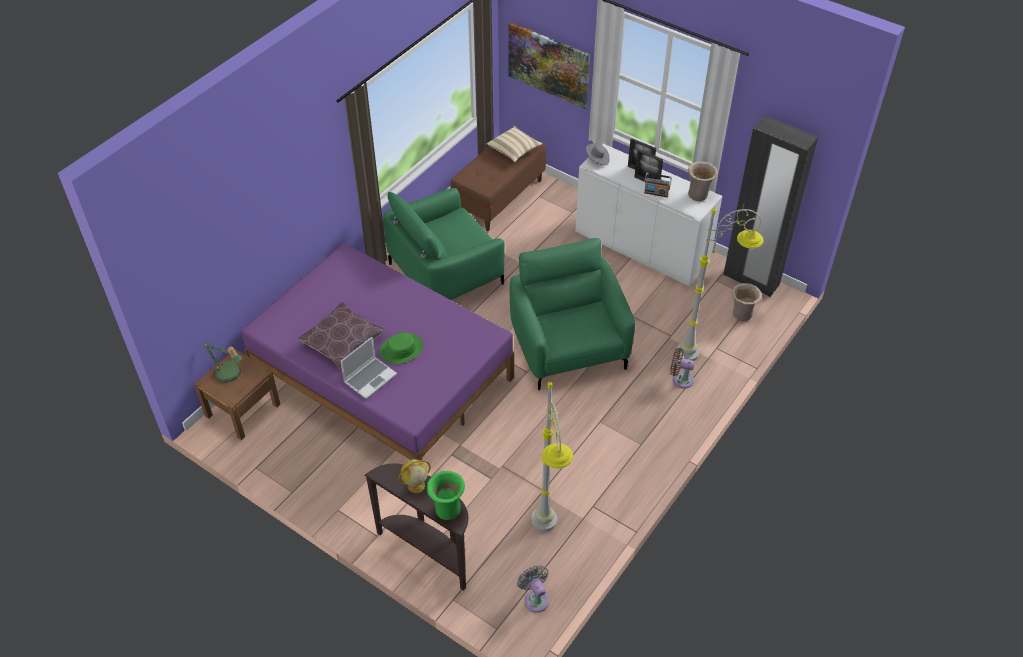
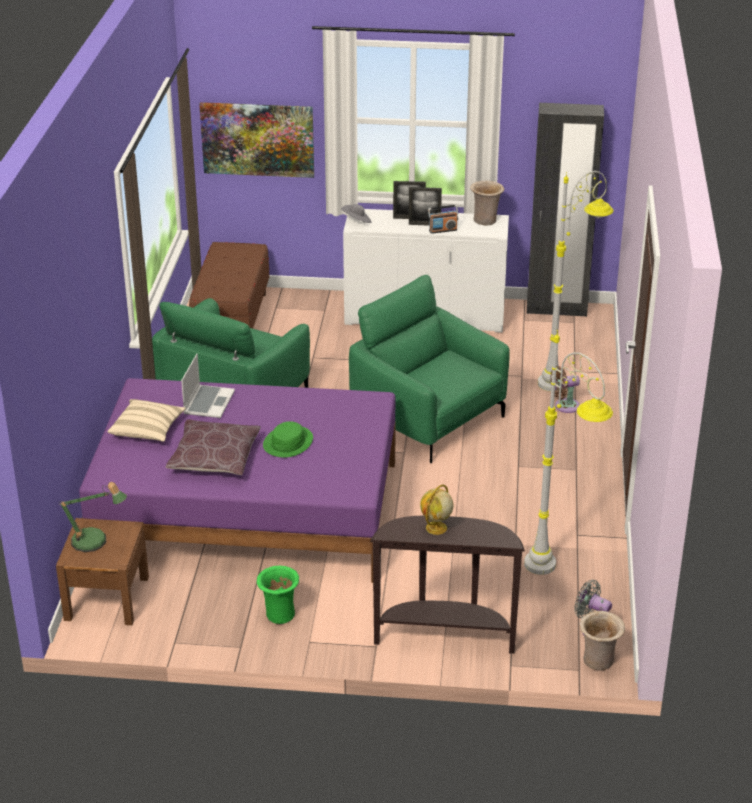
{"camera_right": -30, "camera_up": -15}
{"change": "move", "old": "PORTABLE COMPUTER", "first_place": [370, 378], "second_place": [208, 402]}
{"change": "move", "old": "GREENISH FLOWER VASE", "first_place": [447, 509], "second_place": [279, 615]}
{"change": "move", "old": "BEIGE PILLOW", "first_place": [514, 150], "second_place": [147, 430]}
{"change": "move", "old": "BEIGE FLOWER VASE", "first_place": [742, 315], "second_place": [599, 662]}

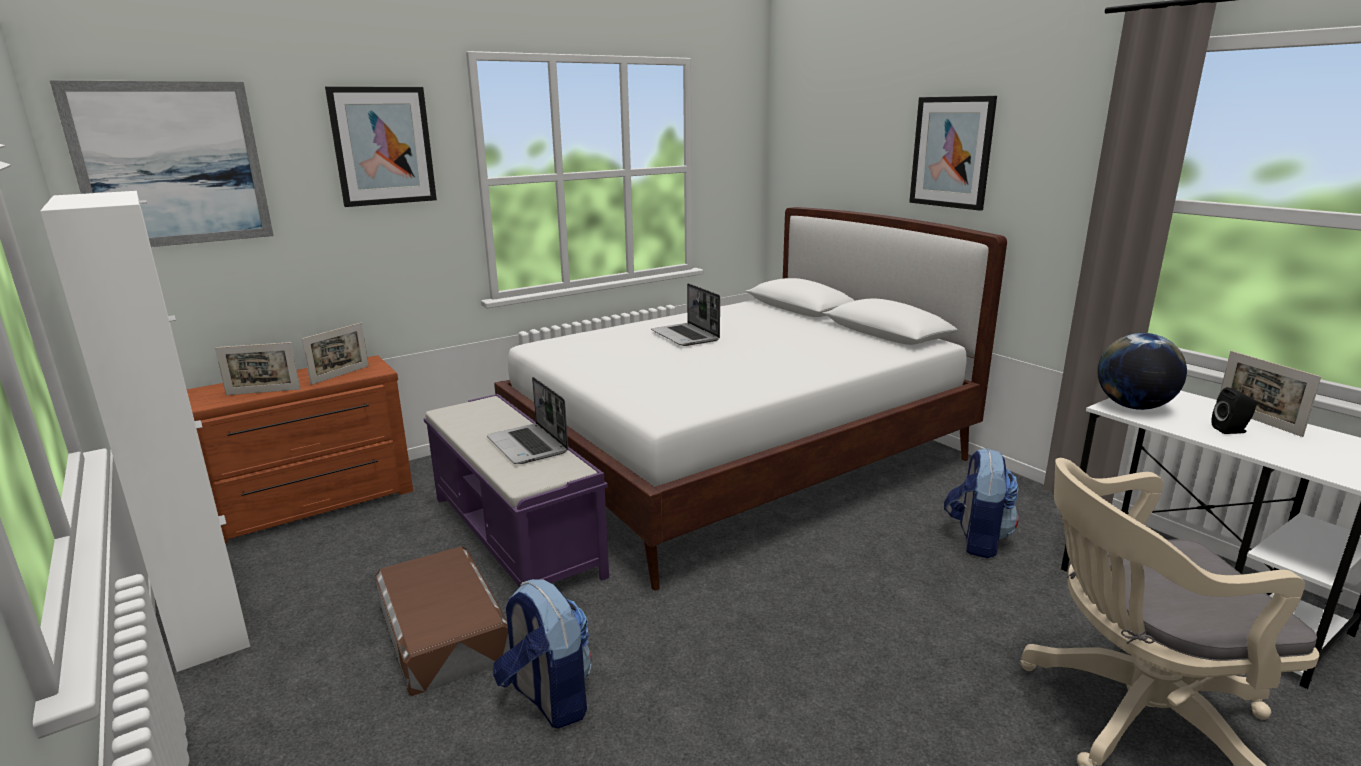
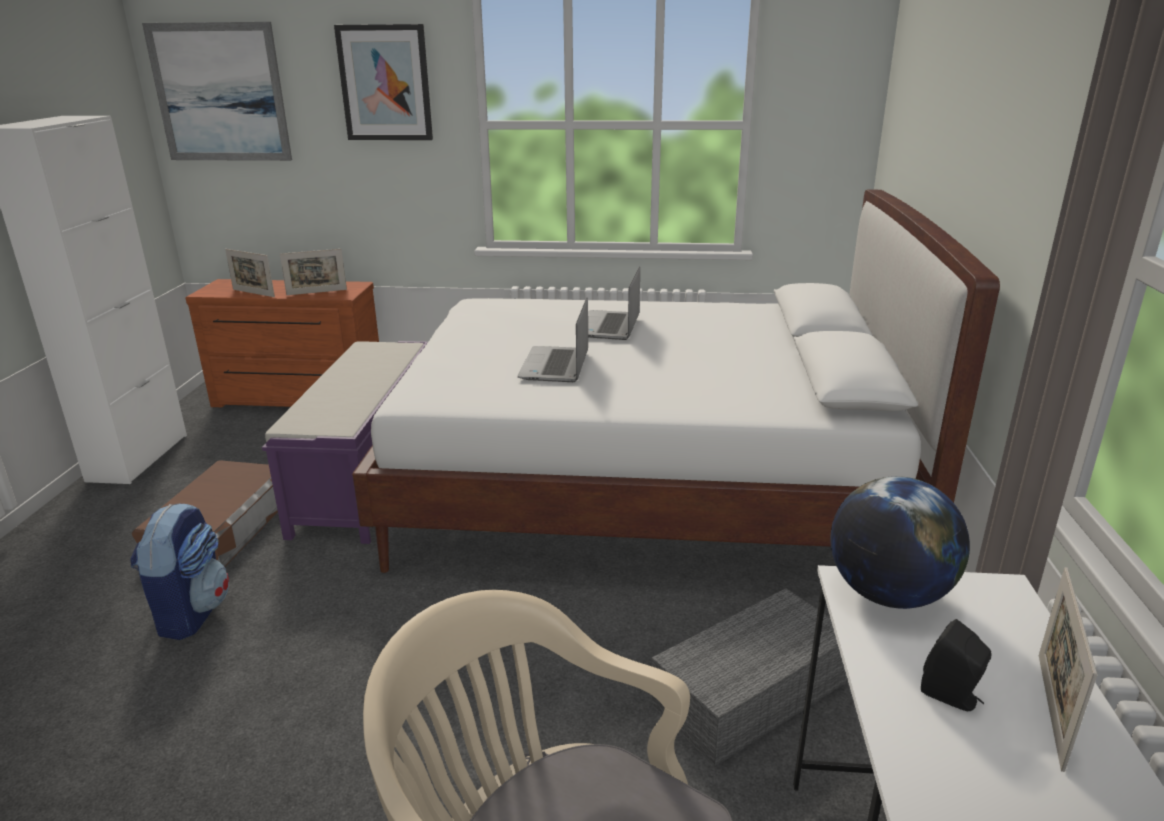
{"camera_right": 40, "camera_up": 5}
{"change": "move", "old": "PORTABLE COMPUTER", "first_place": [529, 446], "second_place": [556, 366]}
{"change": "delete", "old": "PICTURE", "first_place": [952, 152]}
{"change": "replace", "old": "RUCKSACK", "new": "GREY STORAGE CONTAINER", "first_place": [976, 539], "second_place": [751, 691]}

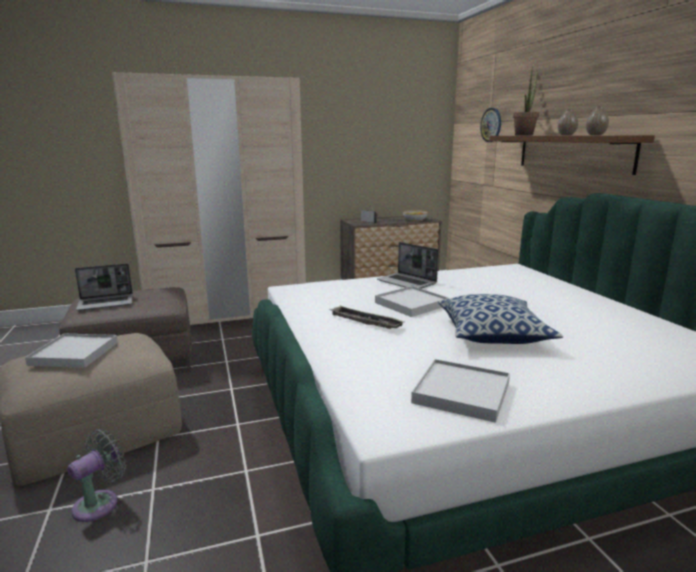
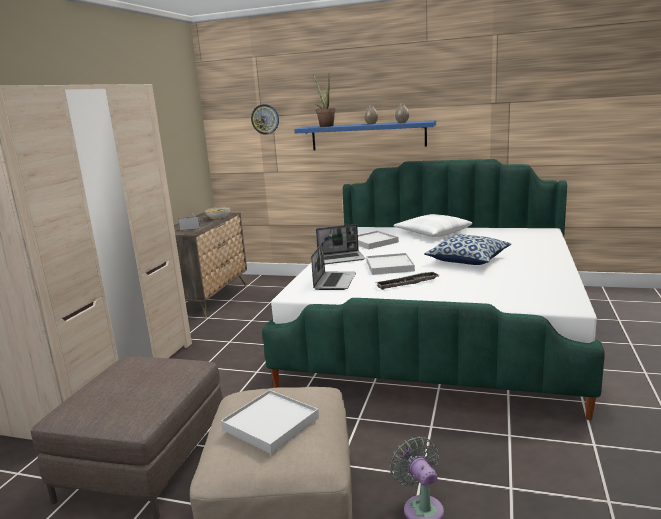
{"camera_right": -55, "camera_up": 0}
{"change": "move", "old": "PORTABLE COMPUTER", "first_place": [106, 303], "second_place": [334, 281]}
{"change": "move", "old": "WHITE TRAY", "first_place": [462, 393], "second_place": [373, 242]}
{"change": "recolor", "old": "BROWNISH WALL SHELF", "new": "BLUE WALL SHELF", "first_place": [572, 152], "second_place": [368, 136]}
{"change": "insert", "new": "WHITE PILLOW", "second_place": [432, 233]}

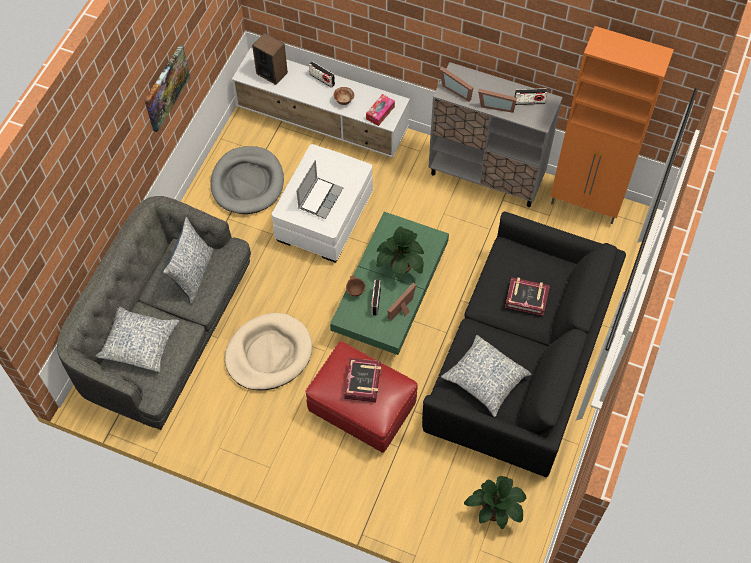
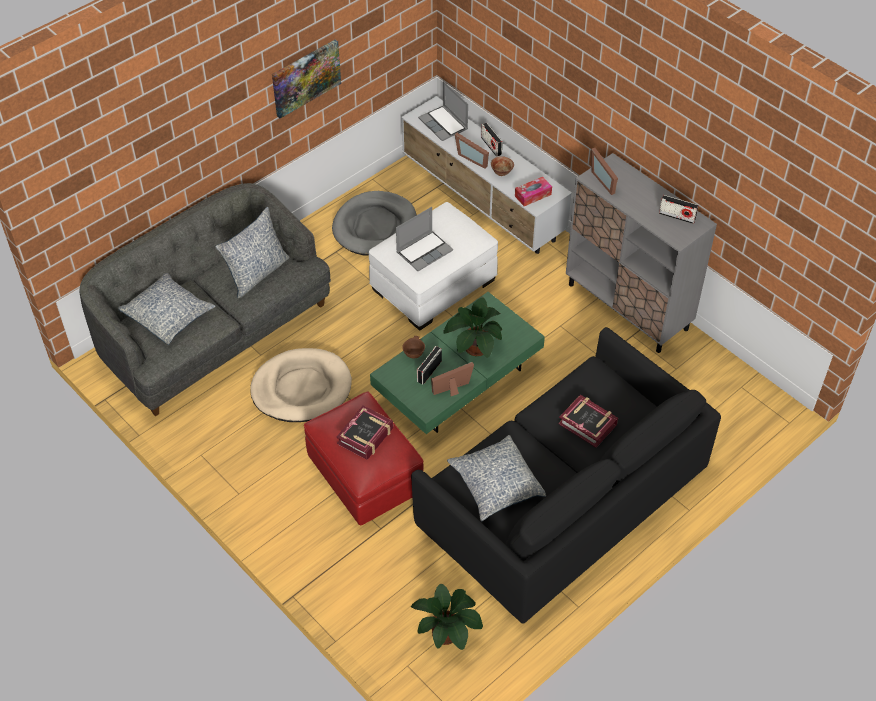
{"camera_right": 25, "camera_up": -10}
{"change": "replace", "old": "AUDIO SPEAKER", "new": "PORTABLE COMPUTER", "first_place": [272, 73], "second_place": [444, 124]}
{"change": "move", "old": "PICTURE FRAME", "first_place": [496, 105], "second_place": [473, 157]}
{"change": "delete", "old": "ORANGEY CUPBOARD", "first_place": [586, 204]}

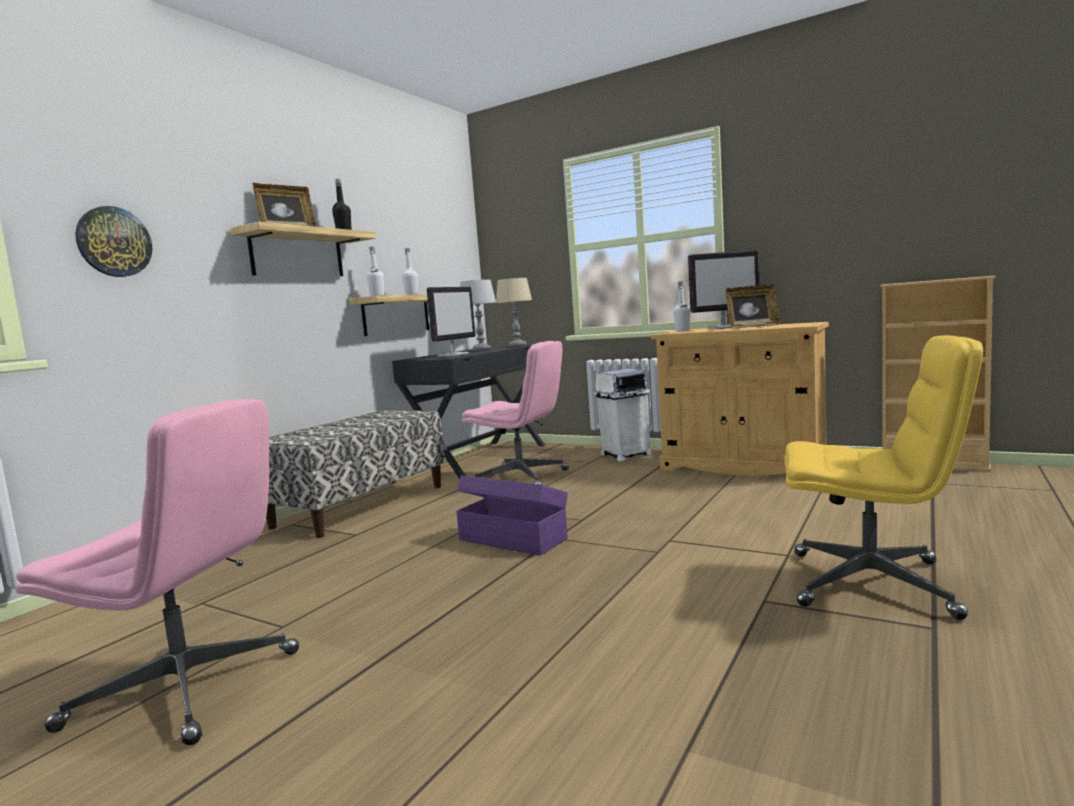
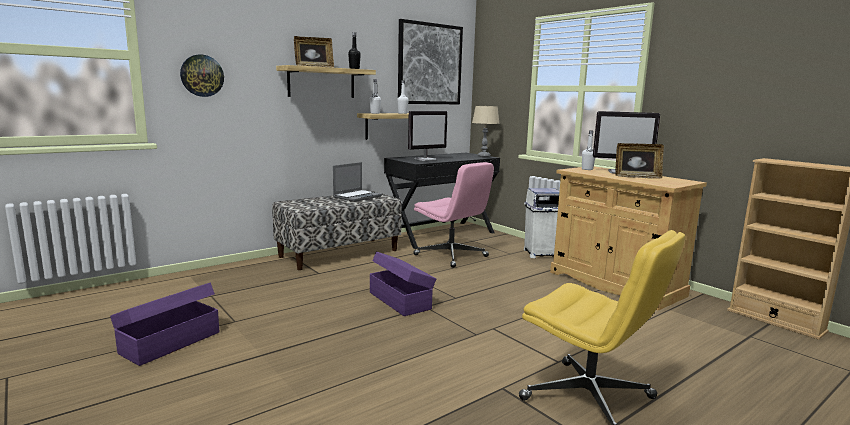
{"camera_right": 20, "camera_up": 5}
{"change": "replace", "old": "PINKISH DESK CHAIR", "new": "PURPLISH STORAGE CONTAINER", "first_place": [187, 689], "second_place": [169, 342]}
{"change": "delete", "old": "GREY LAMP FOR A TABLE", "first_place": [481, 350]}
{"change": "insert", "new": "PORTABLE COMPUTER", "second_place": [357, 196]}
{"change": "insert", "new": "PICTURE", "second_place": [430, 64]}

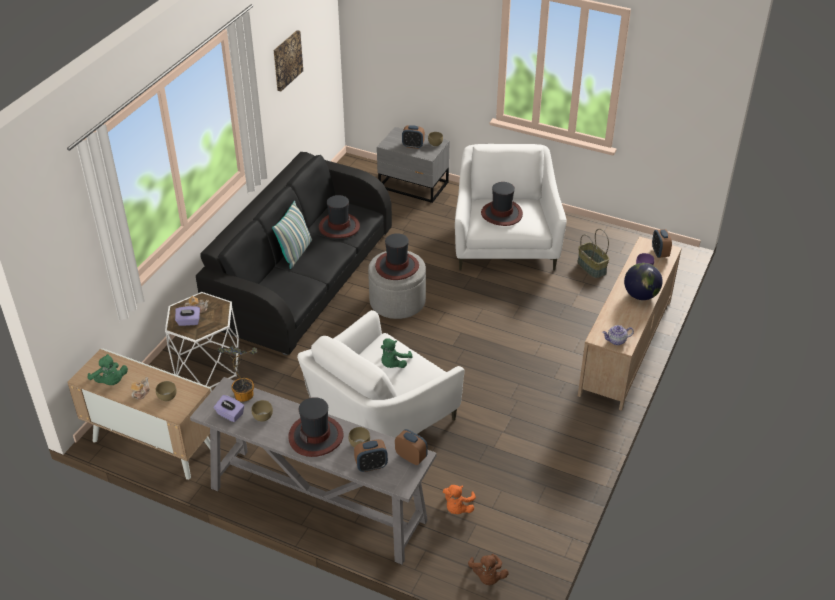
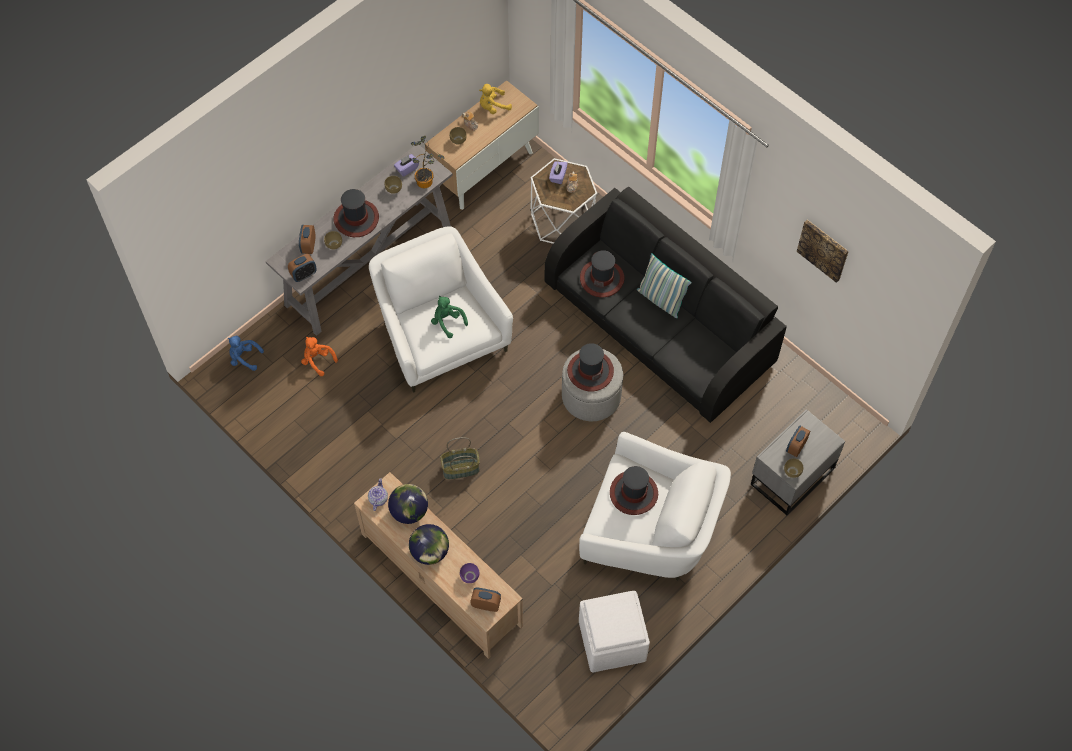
{"camera_right": 110, "camera_up": 20}
{"change": "recolor", "old": "GREENISH CUDDLY TOY", "new": "YELLOW-COLOURED CUDDLY TOY", "first_place": [110, 382], "second_place": [493, 107]}
{"change": "move", "old": "CLOTHING HAT", "first_place": [339, 227], "second_place": [602, 278]}
{"change": "recolor", "old": "BROWNISH CUDDLY TOY", "new": "BLUE CUDDLY TOY", "first_place": [487, 577], "second_place": [244, 358]}
{"change": "move", "old": "STORAGE BASKET", "first_place": [592, 268], "second_place": [460, 469]}
{"change": "insert", "new": "GLOBE", "second_place": [409, 511]}
{"change": "insert", "new": "WHITE OTTOMAN", "second_place": [611, 641]}

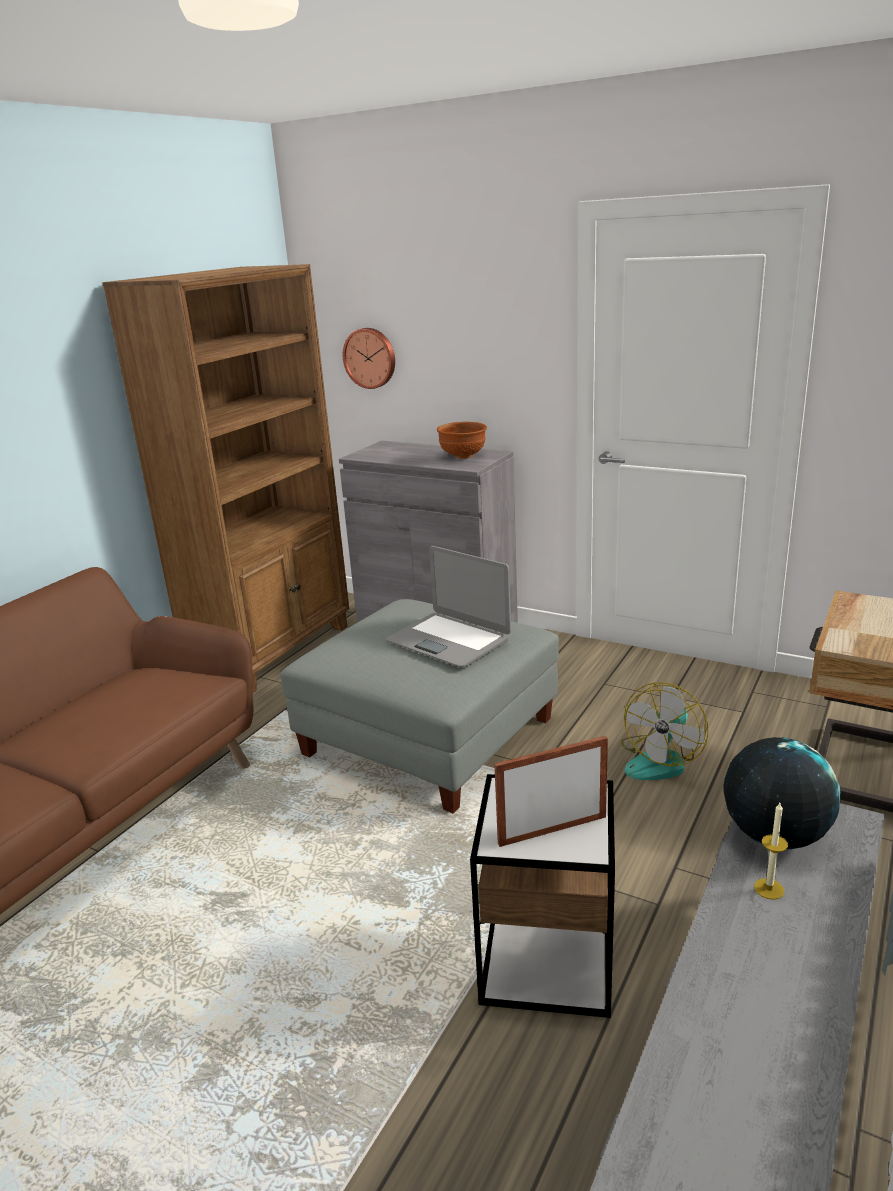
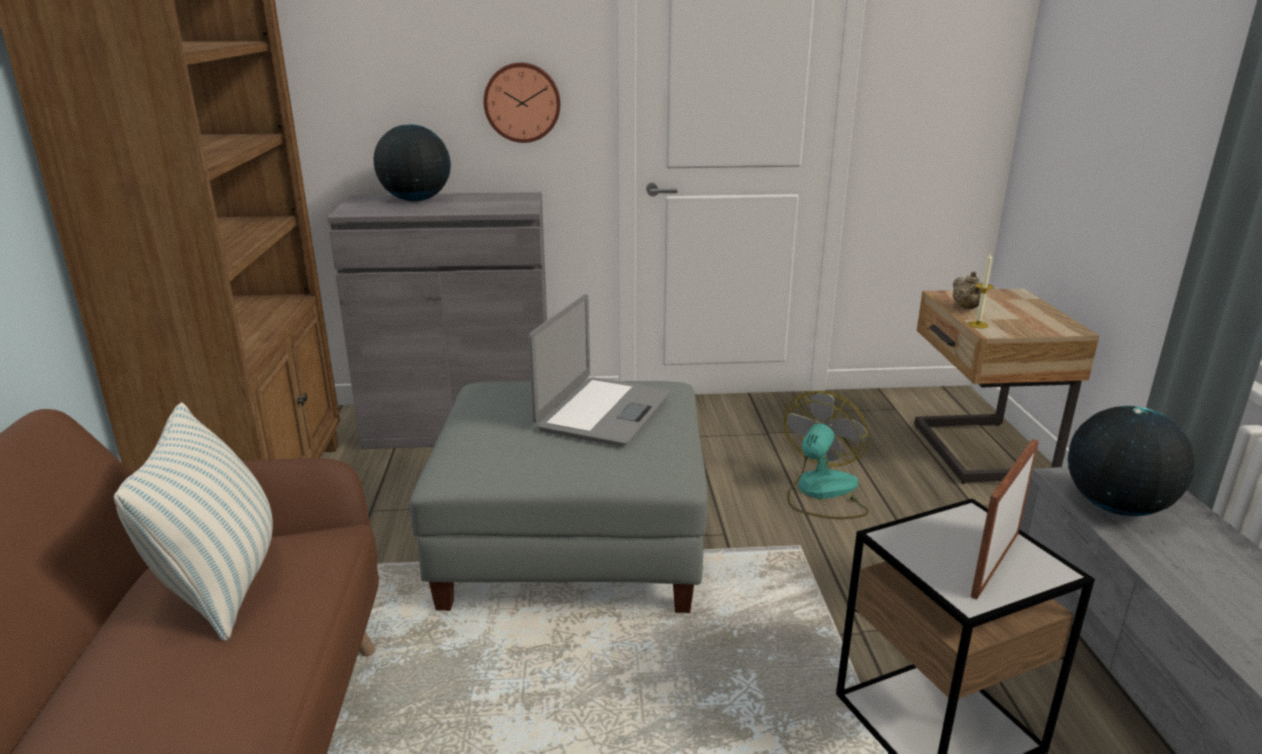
{"camera_right": -35, "camera_up": 0}
{"change": "move", "old": "HANGING CLOCK", "first_place": [370, 358], "second_place": [522, 102]}
{"change": "rotate", "old": "PORTABLE COMPUTER", "first_place": [449, 640], "second_place": [603, 412], "degrees": -75}
{"change": "delete", "old": "BROWNISH BOWL", "first_place": [463, 456]}
{"change": "rotate", "old": "ELECTRIC FAN", "first_place": [661, 760], "second_place": [822, 493], "degrees": -150}
{"change": "move", "old": "WAX CANDLE", "first_place": [769, 889], "second_place": [978, 325]}
{"change": "insert", "new": "PILLOW", "second_place": [222, 584]}
{"change": "insert", "new": "GLOBE", "second_place": [415, 200]}
{"change": "insert", "new": "BEIGE POT FOR TEA", "second_place": [967, 308]}

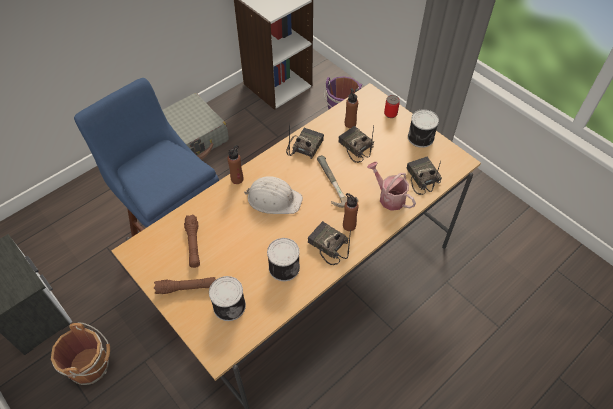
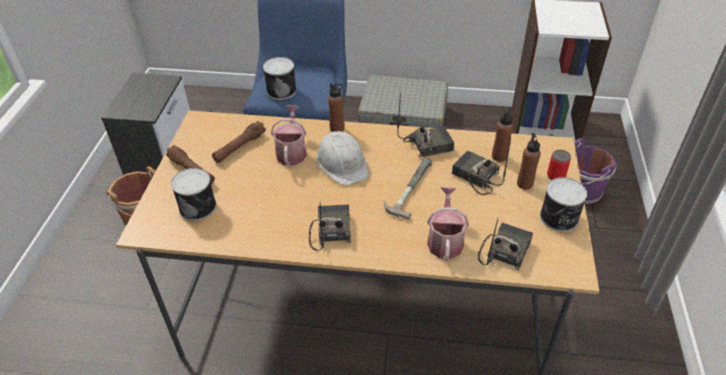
{"camera_right": 50, "camera_up": -10}
{"change": "move", "old": "SEALED CAN", "first_place": [283, 267], "second_place": [281, 90]}
{"change": "rotate", "old": "RADIO SET", "first_place": [354, 147], "second_place": [474, 177], "degrees": -60}
{"change": "move", "old": "BROWNISH BOTTLE", "first_place": [349, 225], "second_place": [524, 183]}
{"change": "insert", "new": "WATERING CAN", "second_place": [291, 151]}

